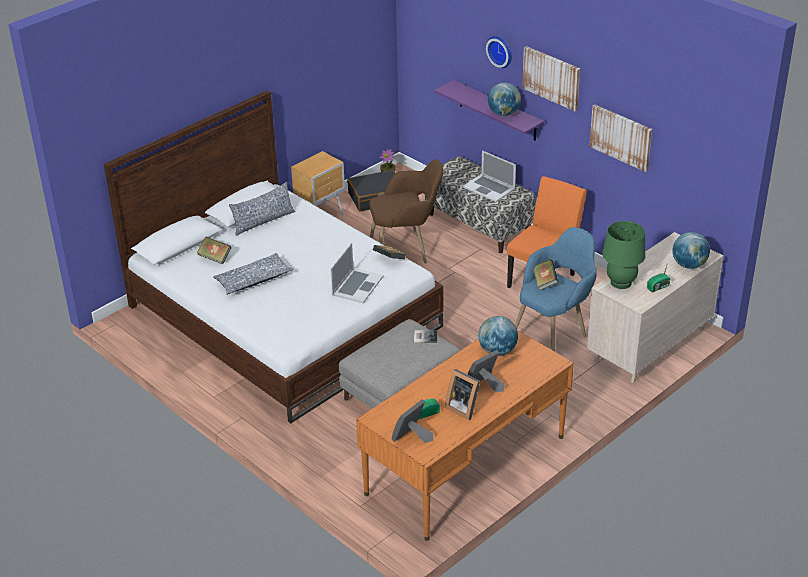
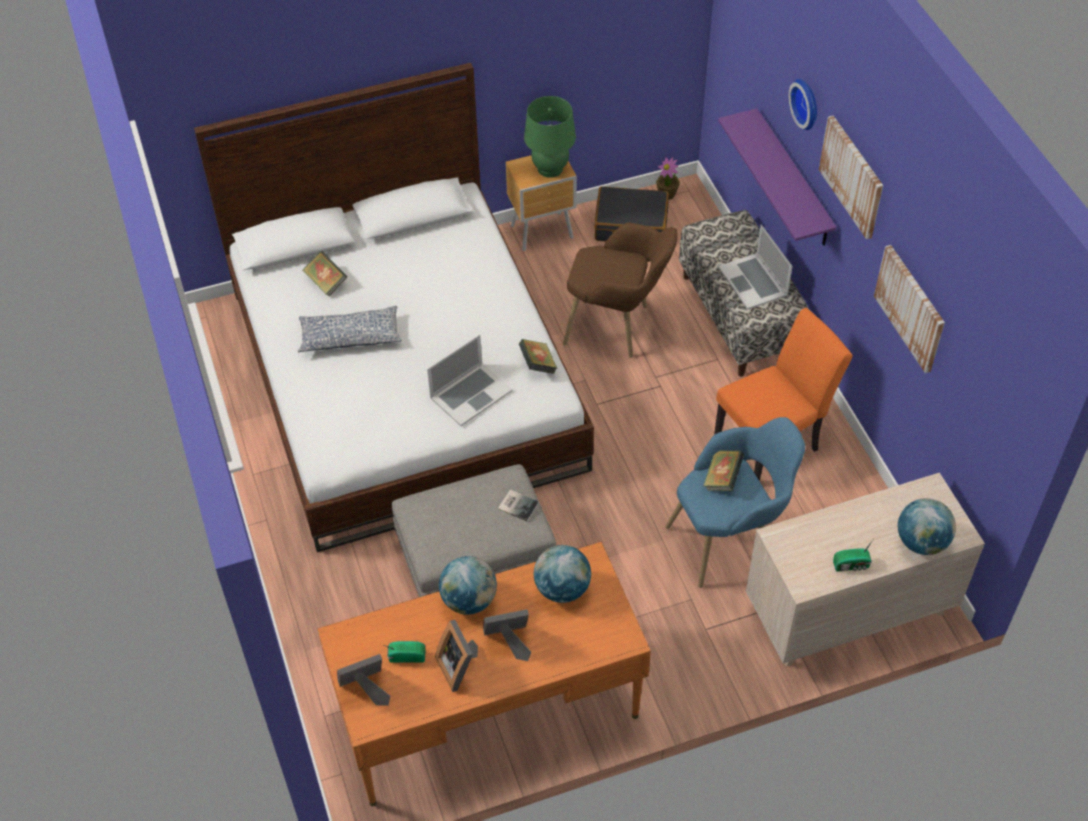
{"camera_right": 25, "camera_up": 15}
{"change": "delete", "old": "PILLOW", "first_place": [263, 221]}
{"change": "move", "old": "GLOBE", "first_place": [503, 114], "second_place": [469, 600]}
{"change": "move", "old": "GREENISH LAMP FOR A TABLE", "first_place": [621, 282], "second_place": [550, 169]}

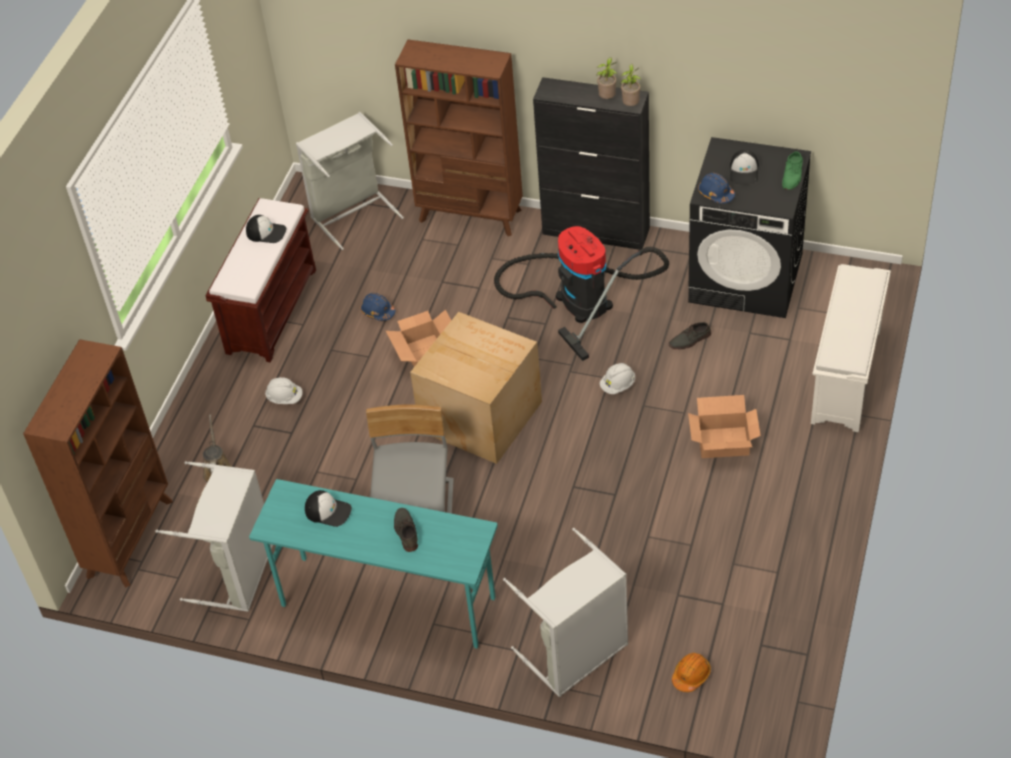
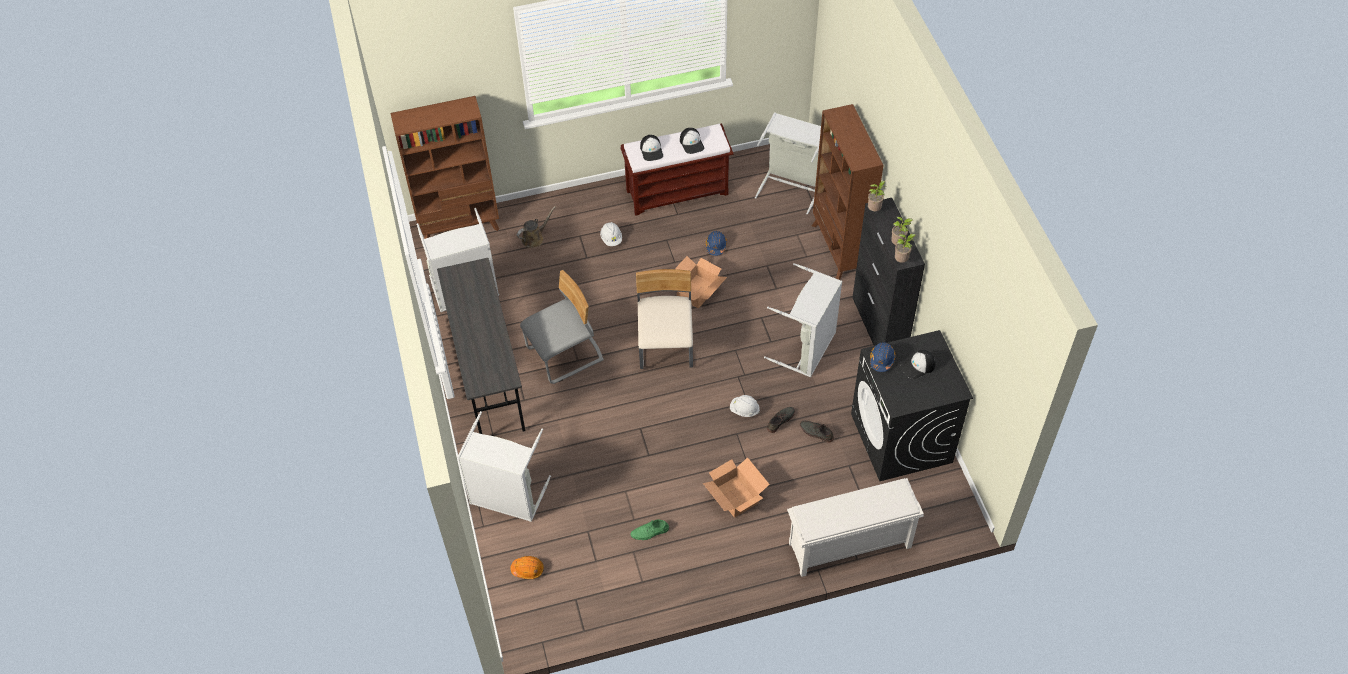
{"camera_right": 55, "camera_up": 5}
{"change": "recolor", "old": "TURQUOISE DESK", "new": "GREY DESK", "first_place": [387, 602], "second_place": [488, 377]}
{"change": "move", "old": "CAP", "first_place": [328, 511], "second_place": [651, 150]}
{"change": "move", "old": "GREY LOW SHOE", "first_place": [405, 531], "second_place": [780, 420]}
{"change": "replace", "old": "CARTON", "new": "BEIGE PLAIN CHAIR", "first_place": [480, 415], "second_place": [666, 347]}
{"change": "replace", "old": "VACUUM CLEANER", "new": "GREY WASHING BASKET", "first_place": [579, 299], "second_place": [807, 349]}
{"change": "move", "old": "GREENISH LOW SHOE", "first_place": [793, 175], "second_place": [650, 532]}
{"change": "insert", "new": "HOUSEPLANT", "second_place": [874, 209]}

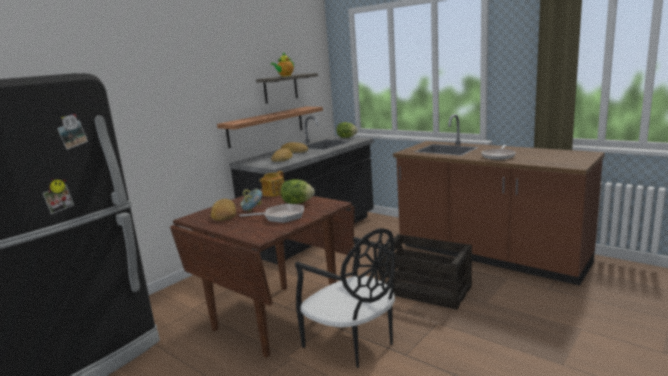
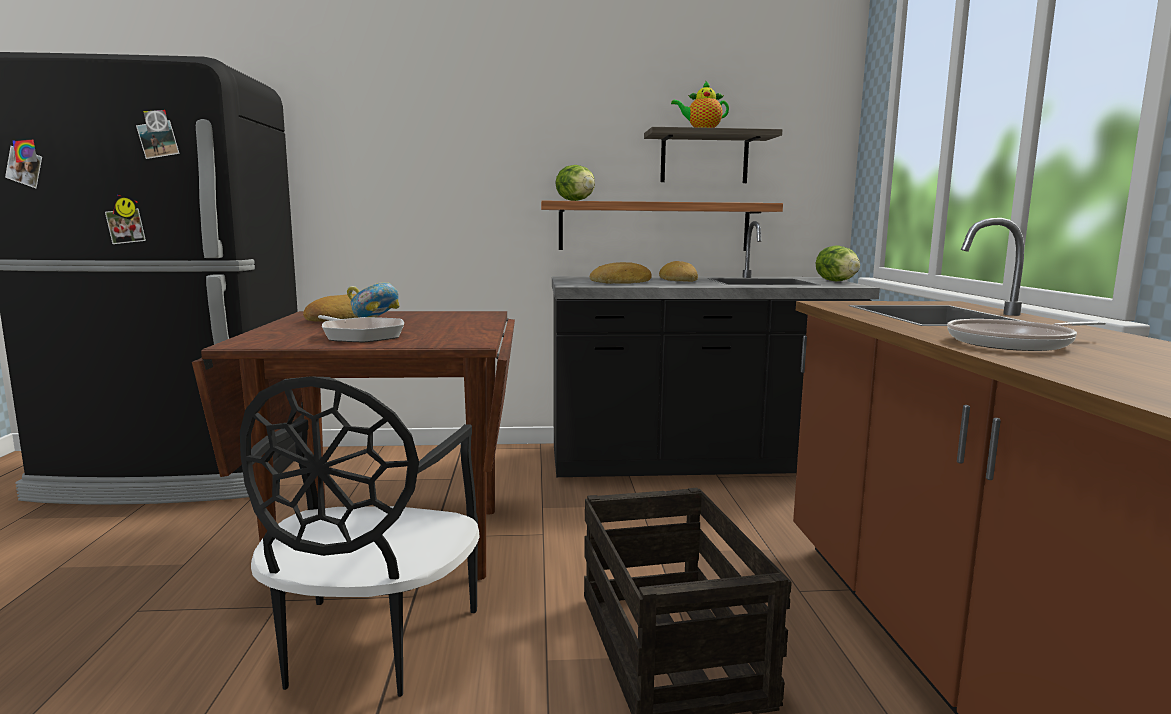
{"camera_right": 45, "camera_up": -5}
{"change": "delete", "old": "POT FOR TEA", "first_place": [273, 193]}
{"change": "move", "old": "LETTUCE HEAD", "first_place": [297, 203], "second_place": [576, 201]}

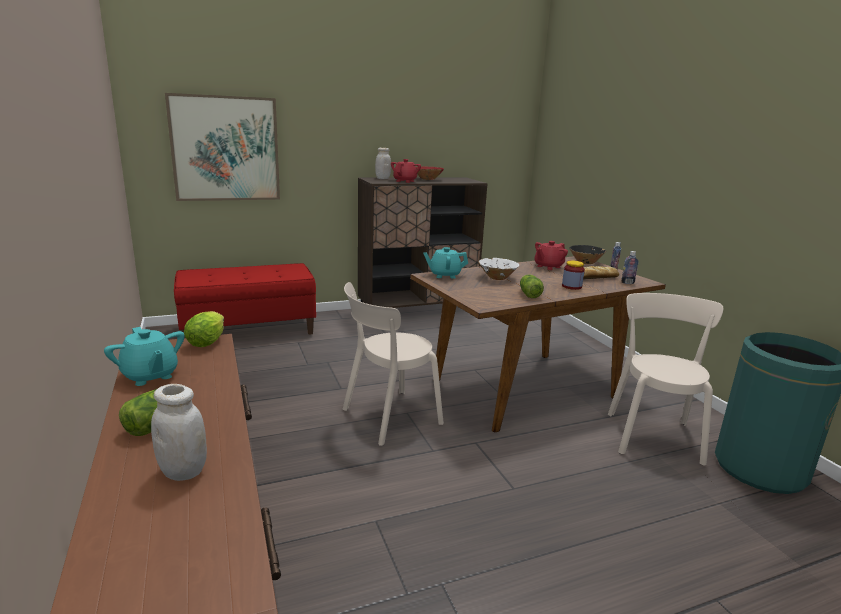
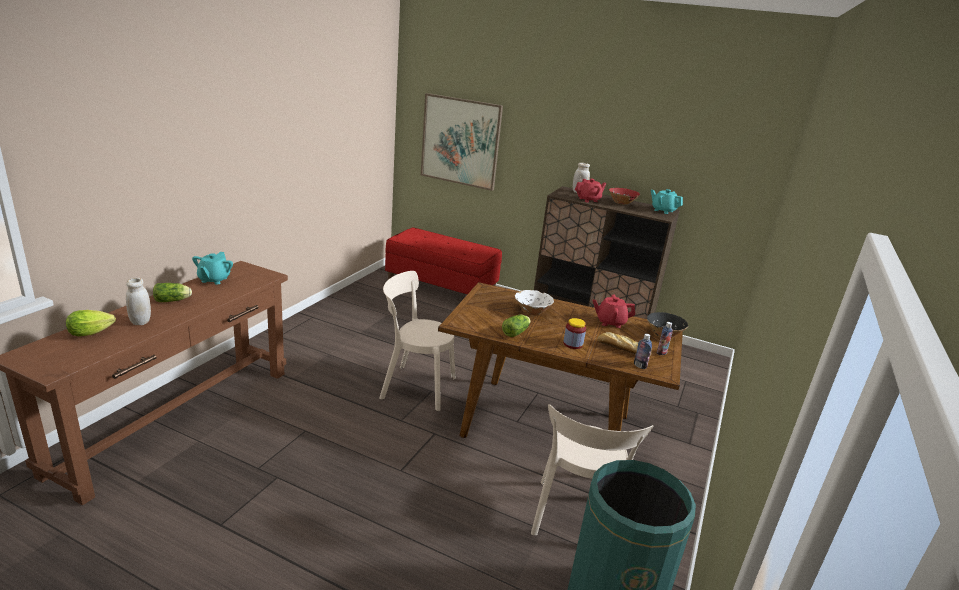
{"camera_right": 45, "camera_up": 5}
{"change": "move", "old": "LETTUCE HEAD", "first_place": [208, 341], "second_place": [93, 333]}
{"change": "move", "old": "TURQUOISE POT FOR TEA", "first_place": [444, 275], "second_place": [663, 211]}
{"change": "rotate", "old": "BEIGE PLAIN CHAIR", "first_place": [652, 434], "second_place": [575, 519], "degrees": 135}

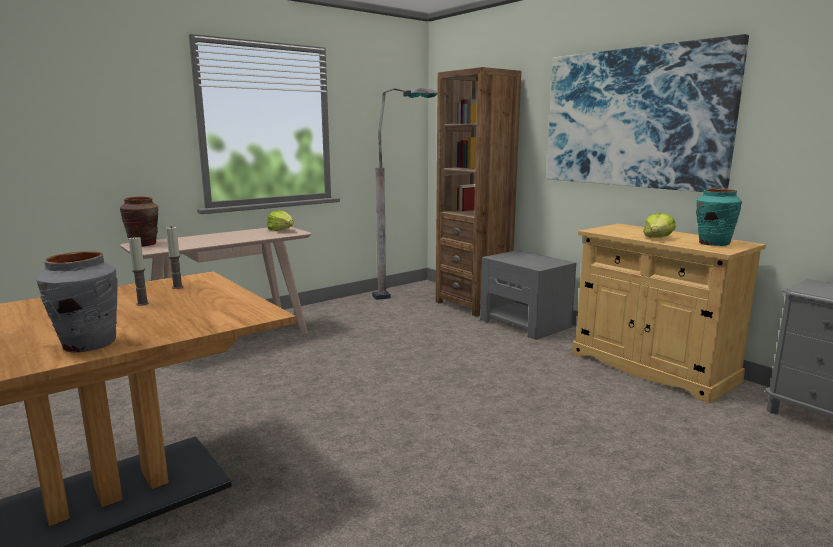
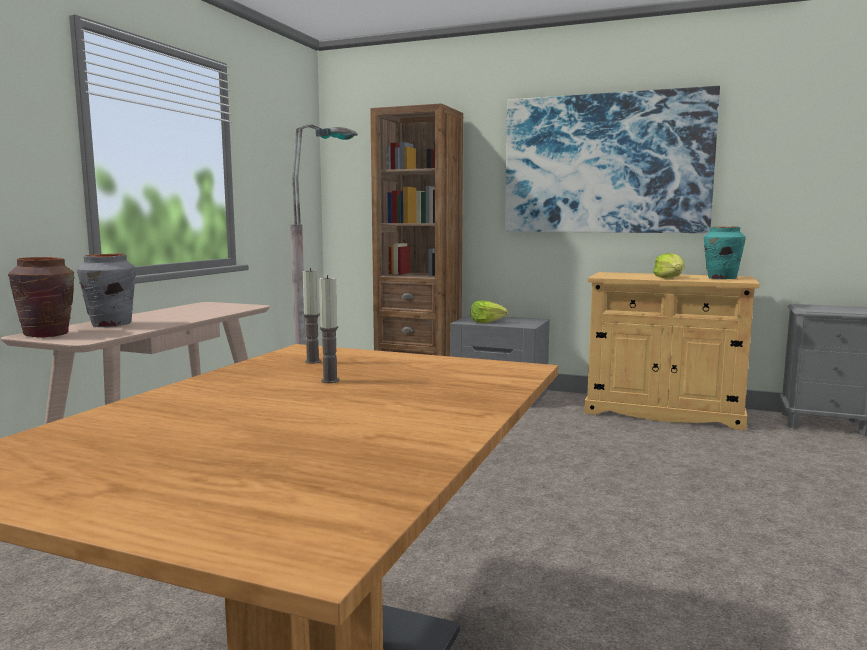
{"camera_right": -30, "camera_up": -5}
{"change": "move", "old": "GREY FLOWER VASE", "first_place": [88, 344], "second_place": [111, 324]}
{"change": "move", "old": "LETTUCE HEAD", "first_place": [281, 230], "second_place": [486, 322]}

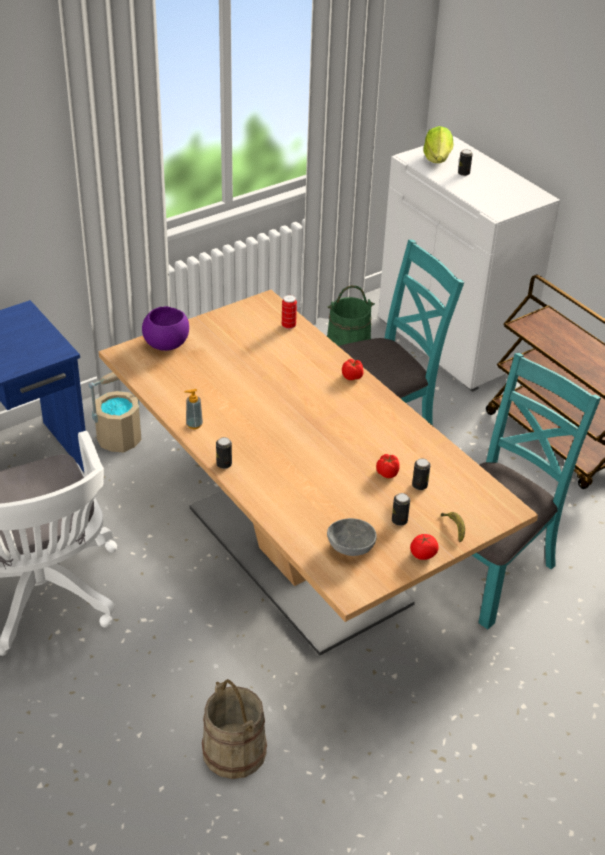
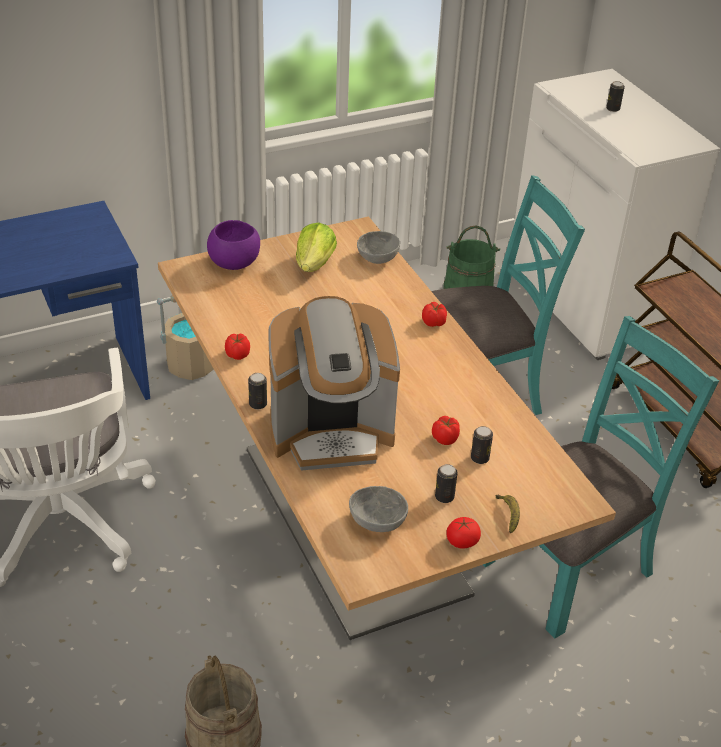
{"camera_right": 10, "camera_up": 0}
{"change": "replace", "old": "LIQUID SOAP BOTTLE", "new": "WHOLE TOMATO", "first_place": [194, 424], "second_place": [237, 355]}
{"change": "replace", "old": "SEALED CAN", "new": "GREY BOWL", "first_place": [288, 326], "second_place": [377, 258]}
{"change": "move", "old": "LETTUCE HEAD", "first_place": [437, 159], "second_place": [315, 264]}
{"change": "insert", "new": "COFFEE MAKER", "second_place": [331, 433]}

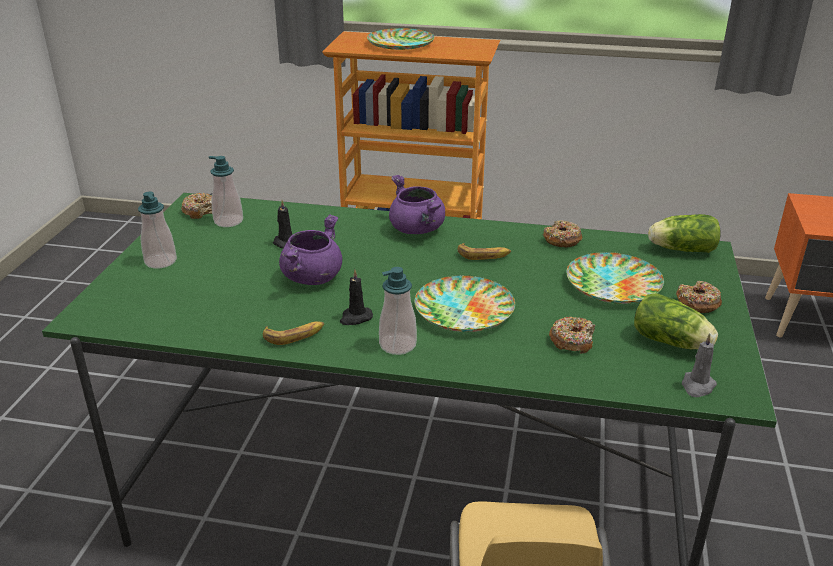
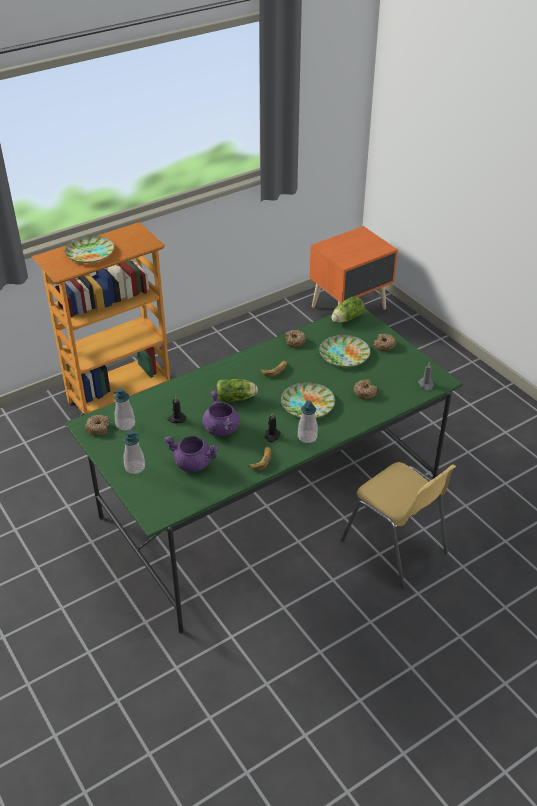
{"camera_right": -45, "camera_up": 10}
{"change": "move", "old": "PURPLISH STOCKPOT", "first_place": [417, 229], "second_place": [193, 463]}
{"change": "move", "old": "LETTUCE HEAD", "first_place": [672, 343], "second_place": [237, 398]}

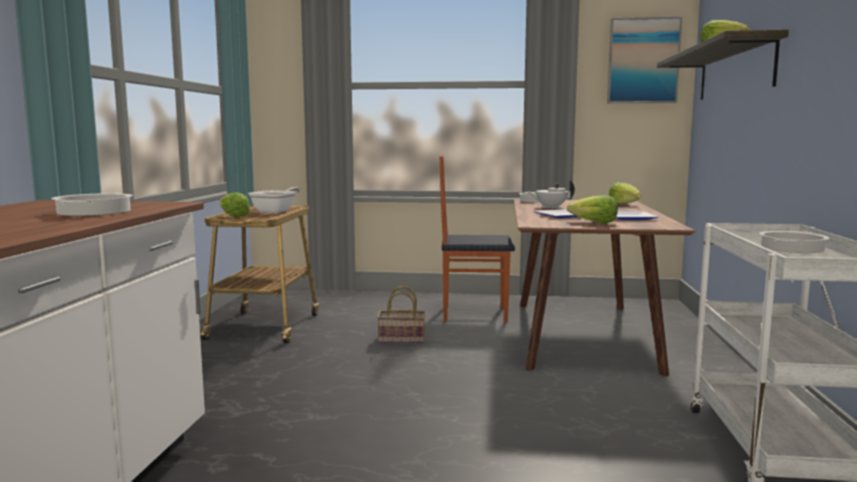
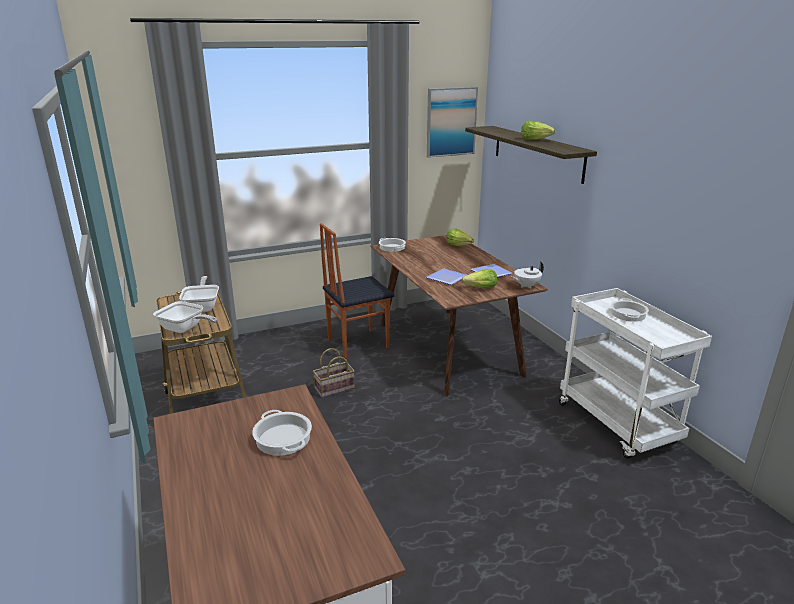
{"camera_right": -30, "camera_up": 15}
{"change": "replace", "old": "LETTUCE HEAD", "new": "FRYING PAN", "first_place": [233, 216], "second_place": [185, 329]}
{"change": "move", "old": "WHITE POT FOR TEA", "first_place": [550, 208], "second_place": [526, 286]}

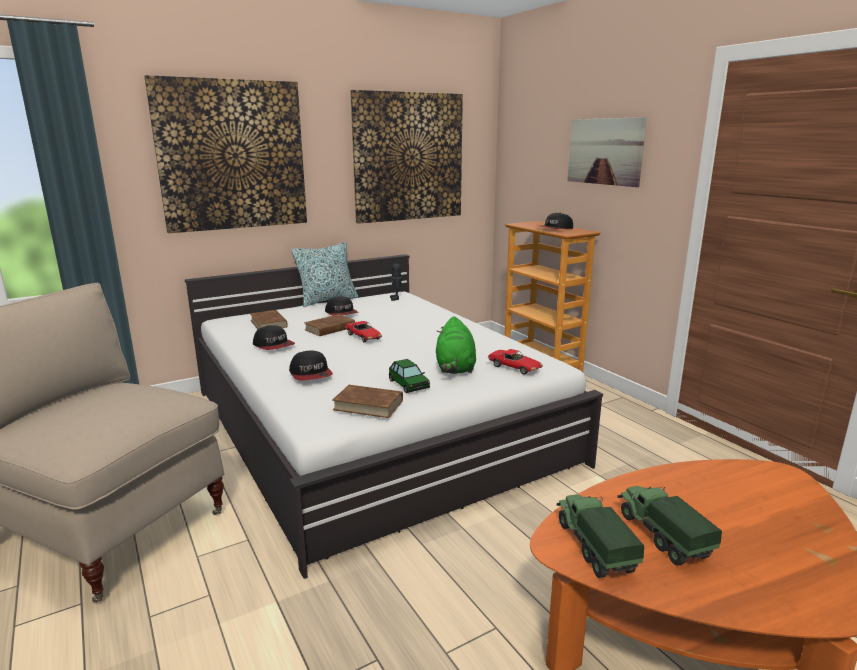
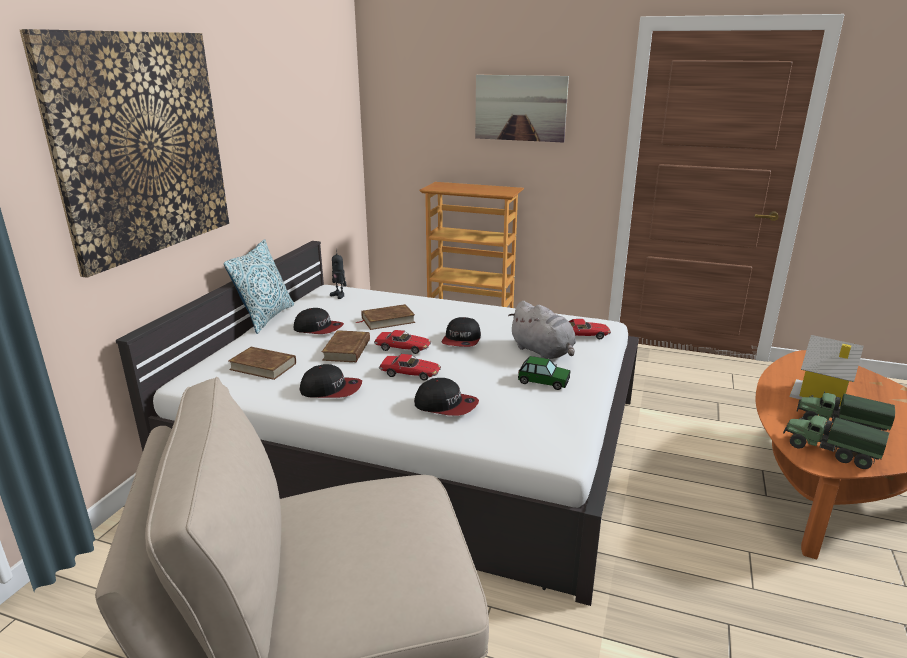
{"camera_right": -40, "camera_up": 5}
{"change": "move", "old": "BROWNISH BOOK", "first_place": [368, 405], "second_place": [387, 320]}
{"change": "delete", "old": "PICTURE", "first_place": [408, 157]}
{"change": "recolor", "old": "GREENISH CUDDLY TOY", "new": "GREY CUDDLY TOY", "first_place": [455, 368], "second_place": [543, 352]}
{"change": "move", "old": "CAP", "first_place": [555, 229], "second_place": [462, 340]}
{"change": "insert", "new": "MINIATURE CAR", "second_place": [410, 373]}
{"change": "insert", "new": "MINIATURE HOUSE", "second_place": [820, 396]}

